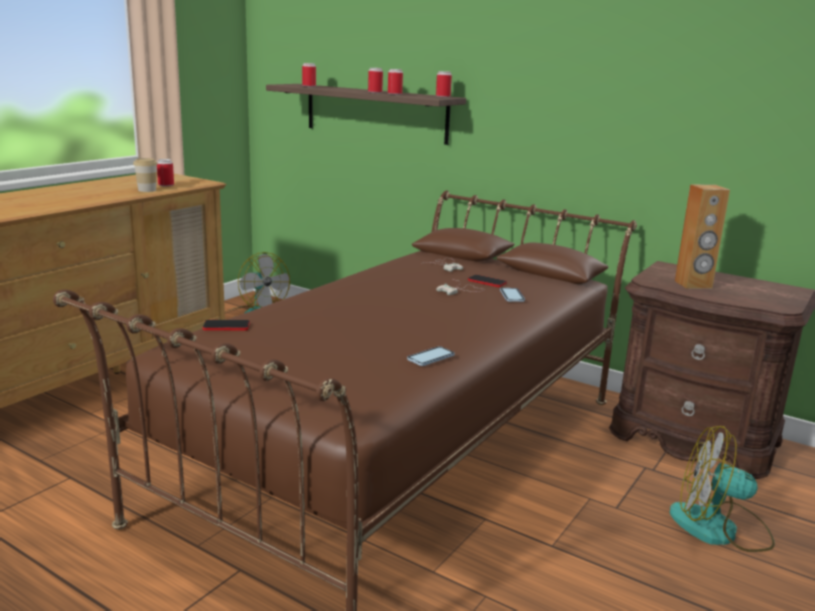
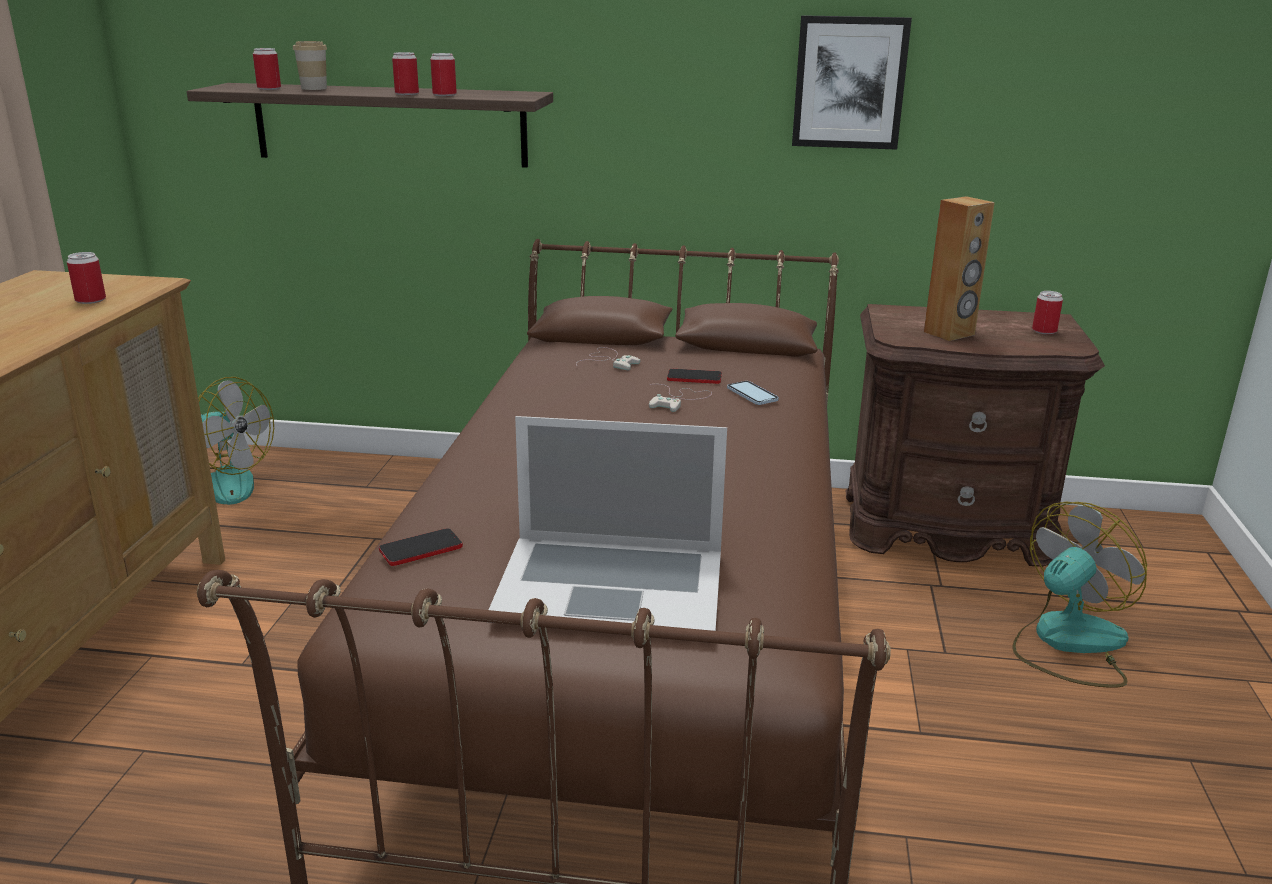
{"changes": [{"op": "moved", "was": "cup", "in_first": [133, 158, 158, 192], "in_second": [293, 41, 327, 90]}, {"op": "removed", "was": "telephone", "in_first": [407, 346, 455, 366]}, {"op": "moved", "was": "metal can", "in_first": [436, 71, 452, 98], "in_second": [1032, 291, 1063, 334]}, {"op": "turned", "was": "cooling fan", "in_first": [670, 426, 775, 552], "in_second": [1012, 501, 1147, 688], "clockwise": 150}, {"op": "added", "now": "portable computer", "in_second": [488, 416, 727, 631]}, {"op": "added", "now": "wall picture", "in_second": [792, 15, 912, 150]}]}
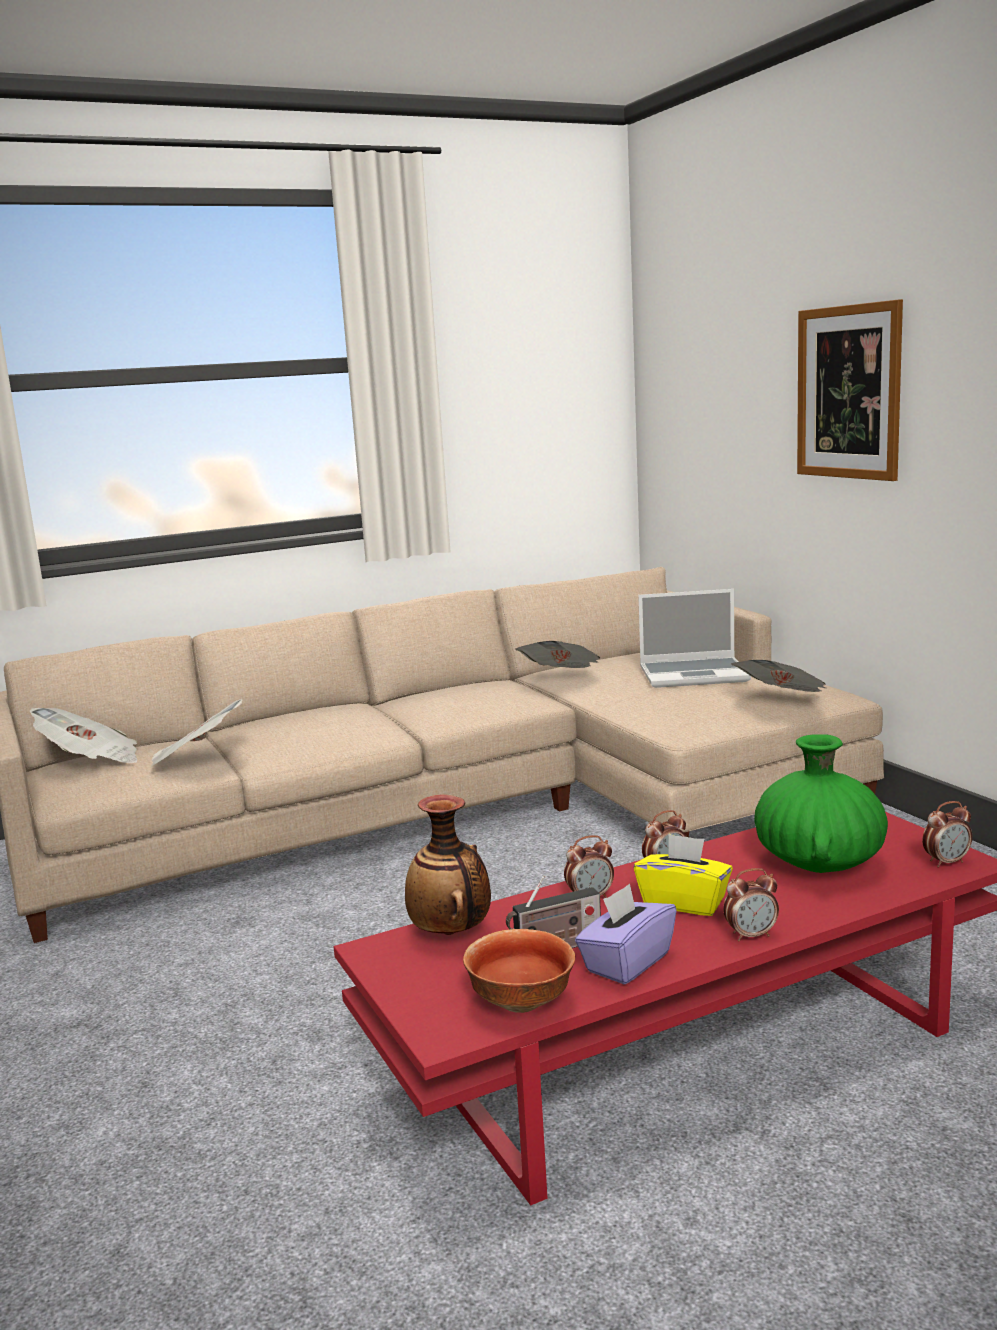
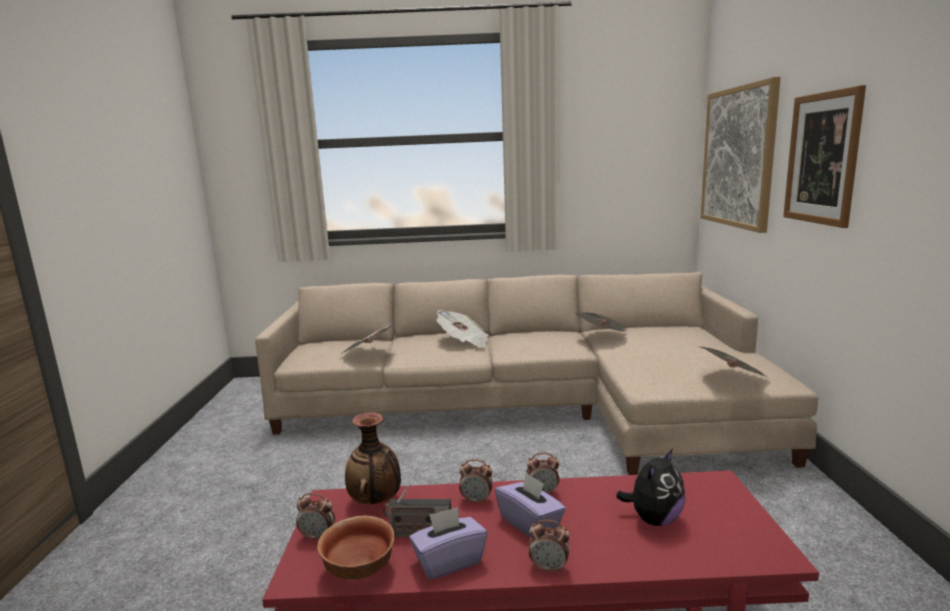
{"changes": [{"op": "moved", "was": "newspaper", "in_first": [30, 708, 137, 763], "in_second": [437, 310, 489, 347]}, {"op": "recoloured", "was": "yellowish box of tissues", "now": "purplish box of tissues", "in_first": [634, 834, 733, 916], "in_second": [495, 472, 566, 538]}, {"op": "removed", "was": "portable computer", "in_first": [638, 589, 751, 688]}, {"op": "replaced", "was": "green flower vase", "now": "soft toy", "in_first": [754, 734, 888, 873], "in_second": [616, 448, 685, 526]}, {"op": "moved", "was": "alarm clock", "in_first": [922, 801, 972, 868], "in_second": [296, 493, 335, 540]}, {"op": "added", "now": "wall picture", "in_second": [701, 77, 781, 233]}]}
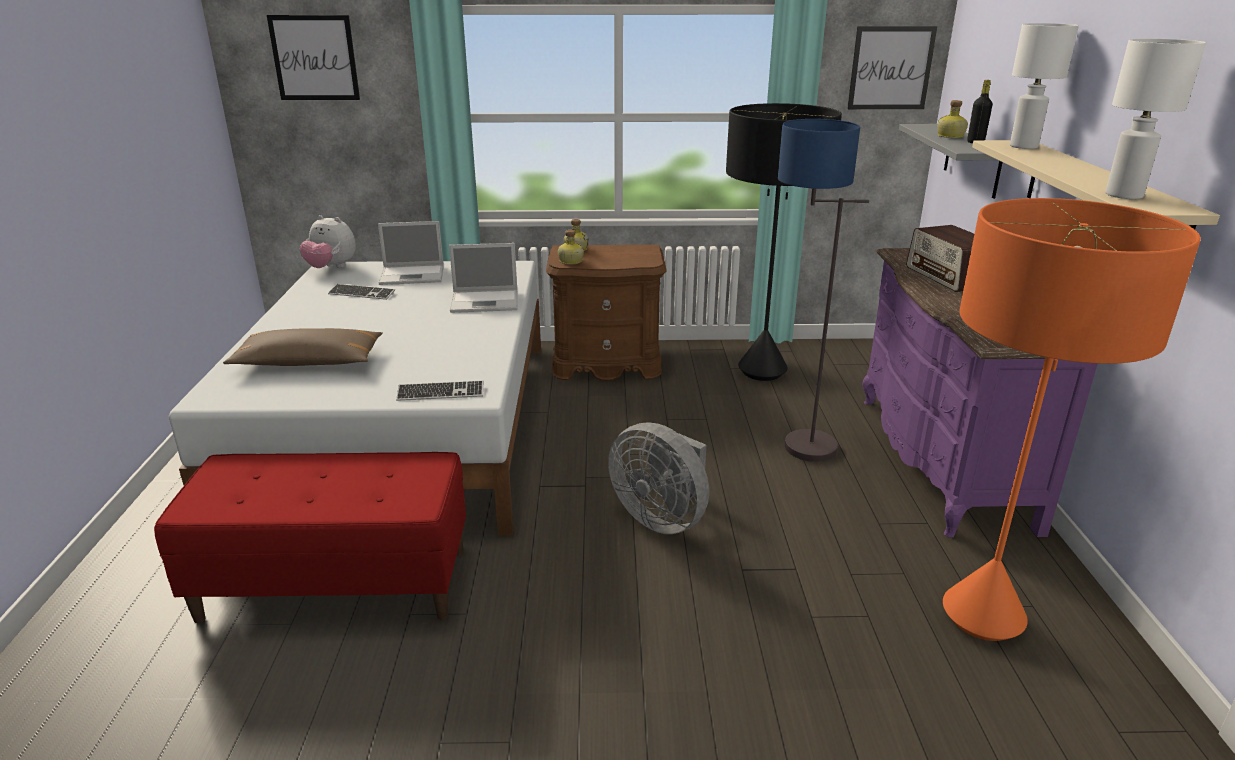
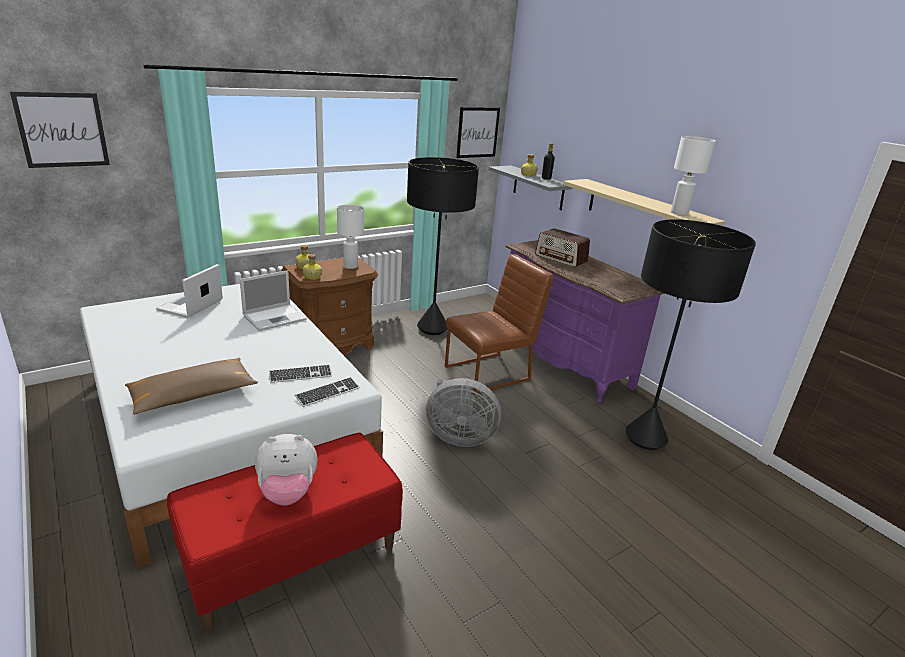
{"changes": [{"op": "moved", "was": "soft toy", "in_first": [300, 215, 356, 268], "in_second": [255, 434, 318, 506]}, {"op": "moved", "was": "PC keyboard", "in_first": [328, 284, 395, 300], "in_second": [269, 364, 332, 383]}, {"op": "turned", "was": "portable computer", "in_first": [378, 221, 444, 285], "in_second": [156, 264, 223, 318], "clockwise": 150}, {"op": "replaced", "was": "blue standing lamp", "now": "brownish chair", "in_first": [778, 119, 869, 461], "in_second": [445, 254, 553, 395]}, {"op": "recoloured", "was": "orange-coloured standing lamp", "now": "blackish standing lamp", "in_first": [943, 198, 1201, 641], "in_second": [625, 219, 756, 450]}, {"op": "moved", "was": "white-coloured table lamp", "in_first": [1010, 23, 1079, 149], "in_second": [337, 205, 364, 269]}]}
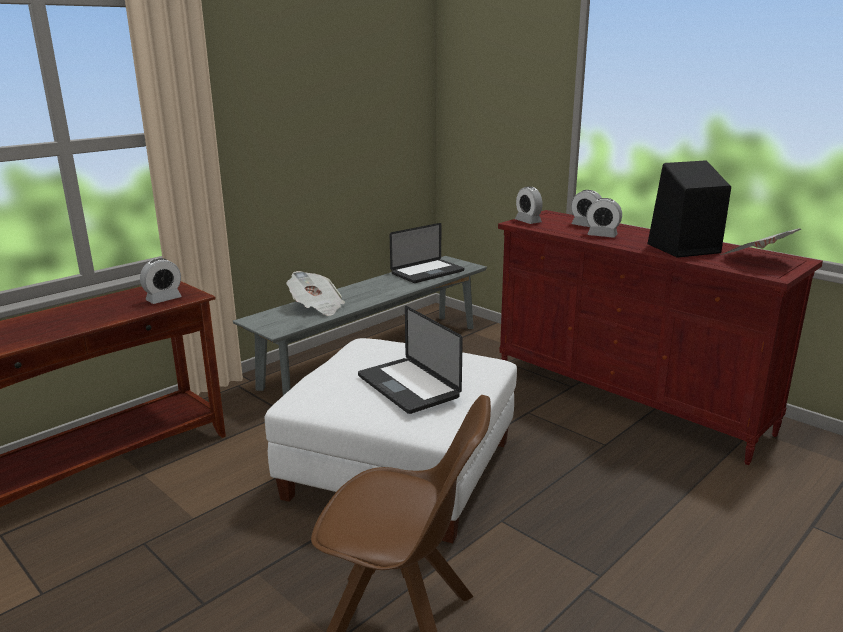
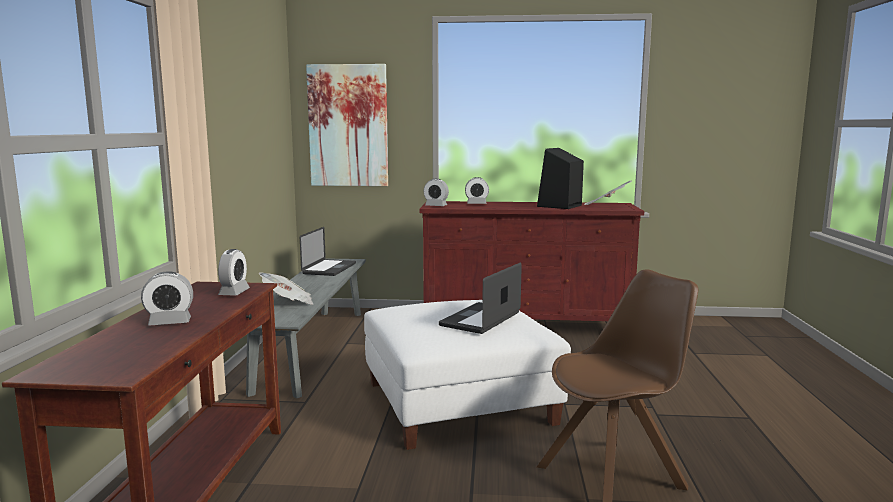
{"changes": [{"op": "turned", "was": "portable computer", "in_first": [358, 306, 463, 414], "in_second": [439, 263, 522, 334], "clockwise": 105}, {"op": "moved", "was": "alarm clock", "in_first": [586, 198, 622, 238], "in_second": [141, 271, 193, 326]}, {"op": "added", "now": "wall picture", "in_second": [306, 64, 388, 186]}]}
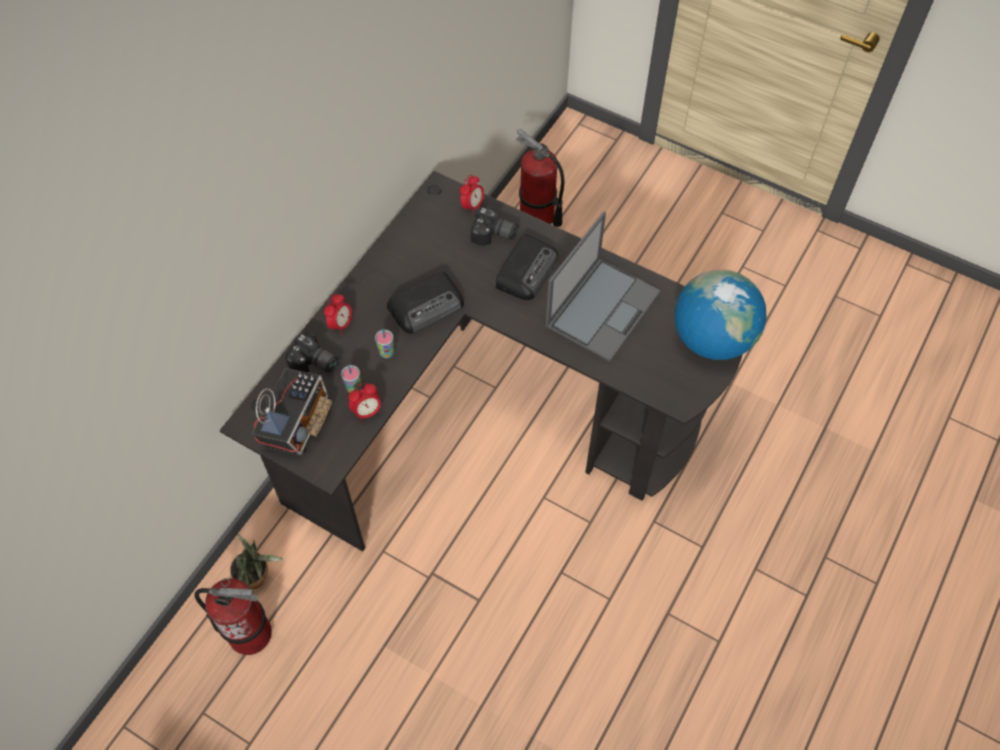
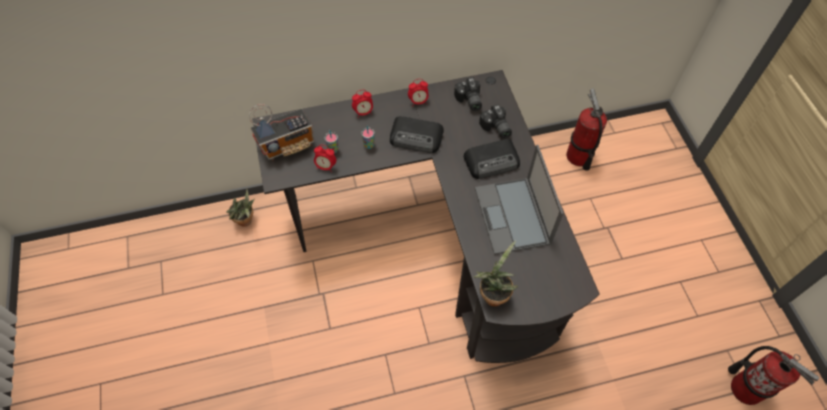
{"changes": [{"op": "moved", "was": "fire-fighting cylinder", "in_first": [195, 578, 272, 655], "in_second": [728, 346, 819, 405]}, {"op": "moved", "was": "still camera", "in_first": [285, 332, 339, 373], "in_second": [454, 78, 482, 111]}, {"op": "moved", "was": "alarm clock", "in_first": [460, 175, 484, 215], "in_second": [408, 79, 429, 107]}, {"op": "turned", "was": "portable computer", "in_first": [546, 211, 661, 362], "in_second": [475, 145, 564, 255], "clockwise": 90}, {"op": "removed", "was": "world globe", "in_first": [674, 270, 767, 360]}, {"op": "added", "now": "potted plant", "in_second": [473, 240, 518, 306]}]}
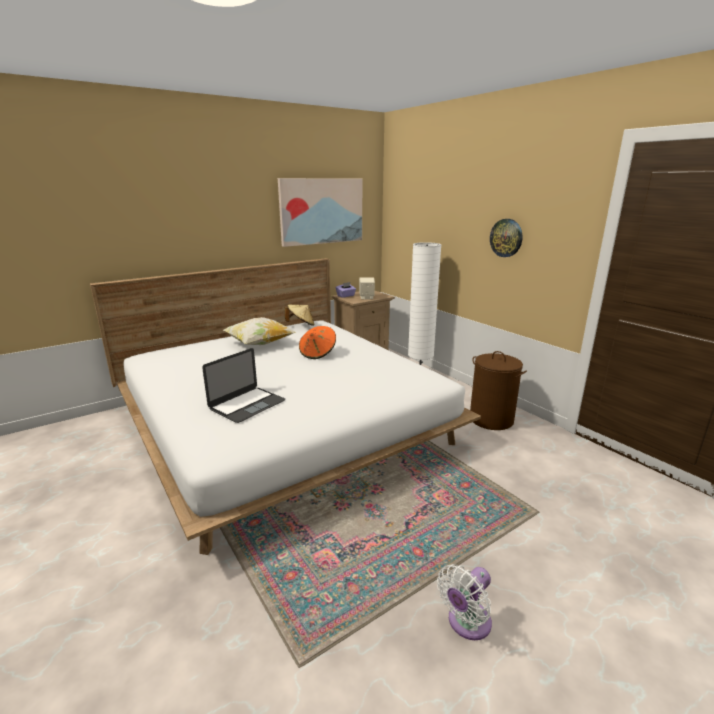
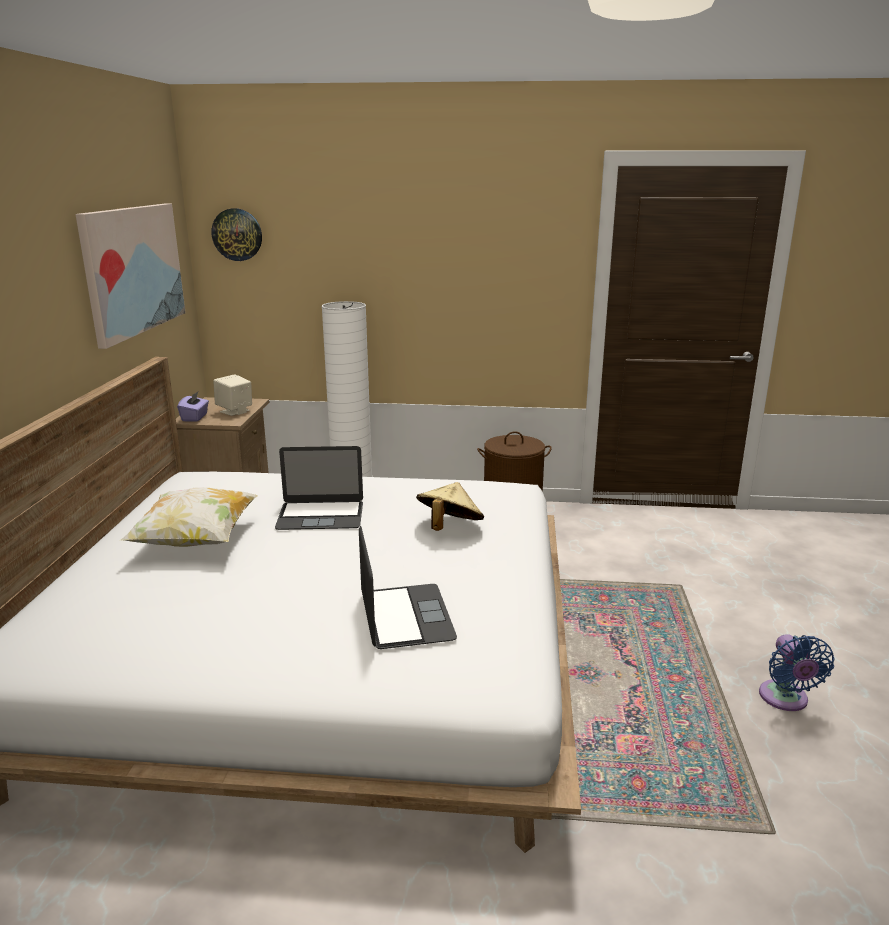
{"changes": [{"op": "moved", "was": "beige hat", "in_first": [284, 305, 314, 326], "in_second": [417, 482, 484, 531]}, {"op": "replaced", "was": "orange-coloured hat", "now": "portable computer", "in_first": [299, 326, 336, 359], "in_second": [275, 446, 363, 530]}, {"op": "recoloured", "was": "white-coloured cooling fan", "now": "blue cooling fan", "in_first": [437, 564, 492, 640], "in_second": [759, 634, 835, 711]}, {"op": "moved", "was": "wall clock", "in_first": [490, 219, 523, 257], "in_second": [211, 208, 262, 261]}]}
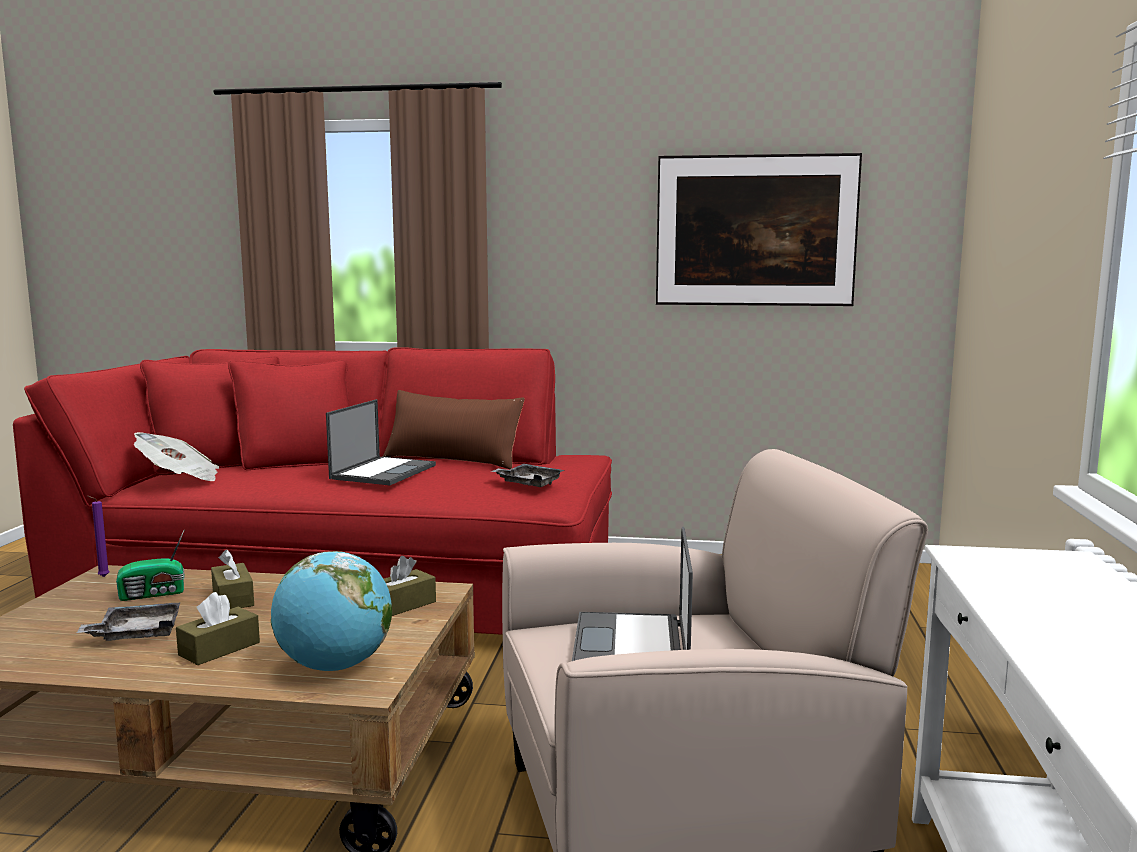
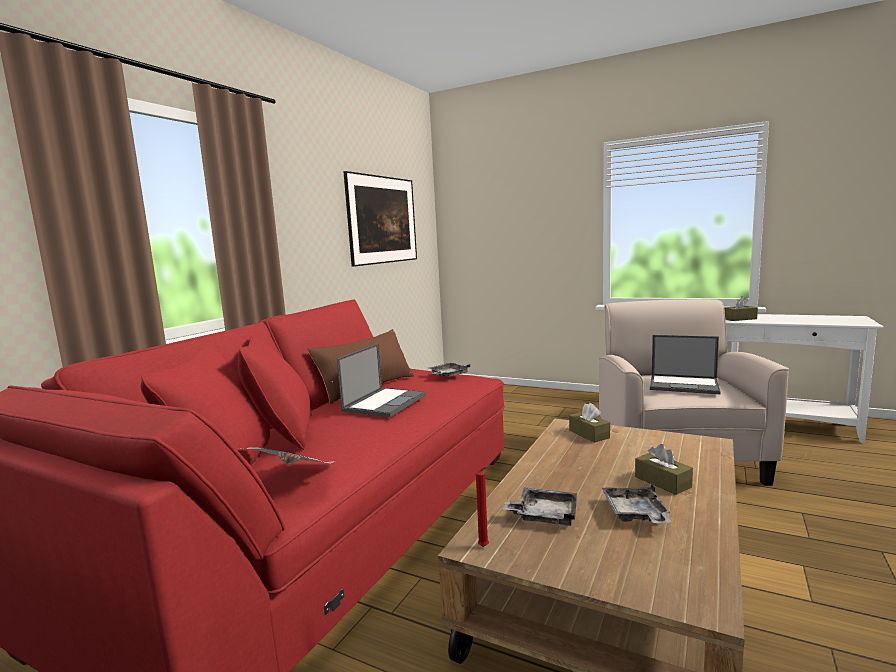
{"changes": [{"op": "recoloured", "was": "purplish wax candle", "now": "reddish wax candle", "in_first": [87, 496, 109, 577], "in_second": [476, 467, 489, 547]}, {"op": "replaced", "was": "radio", "now": "grey carrying tray", "in_first": [116, 531, 185, 601], "in_second": [503, 487, 577, 526]}, {"op": "moved", "was": "brownish box of tissues", "in_first": [211, 550, 254, 609], "in_second": [724, 296, 758, 321]}, {"op": "removed", "was": "world globe", "in_first": [271, 551, 392, 671]}, {"op": "turned", "was": "portable computer", "in_first": [326, 399, 436, 485], "in_second": [337, 343, 426, 417], "clockwise": 75}]}
